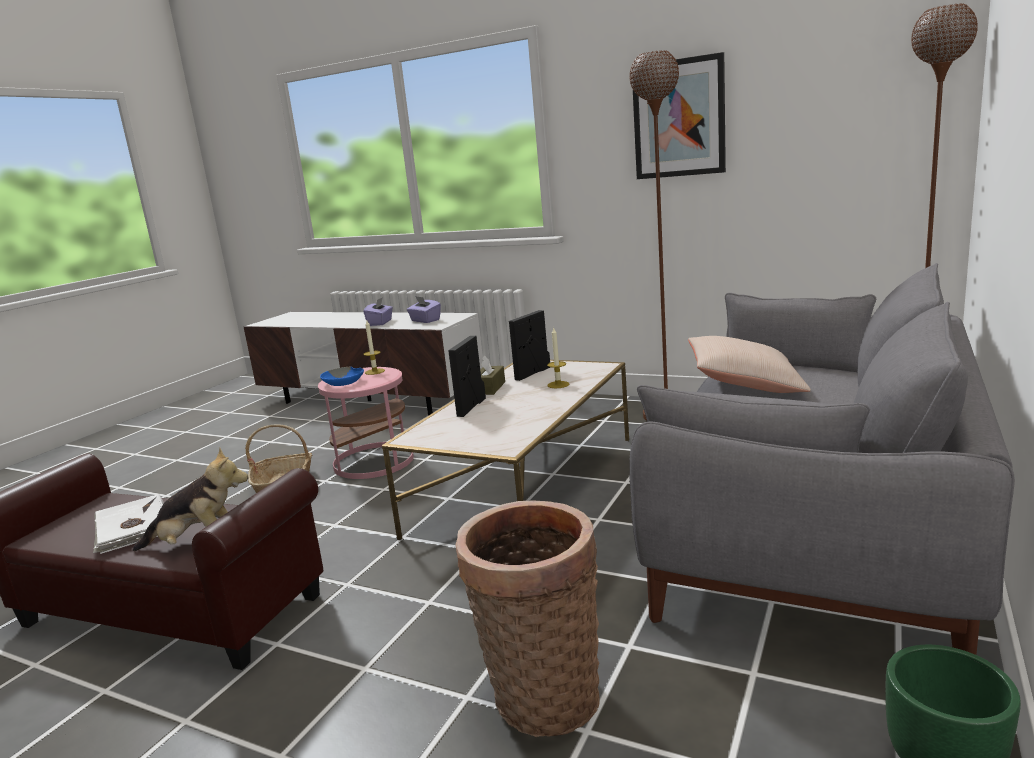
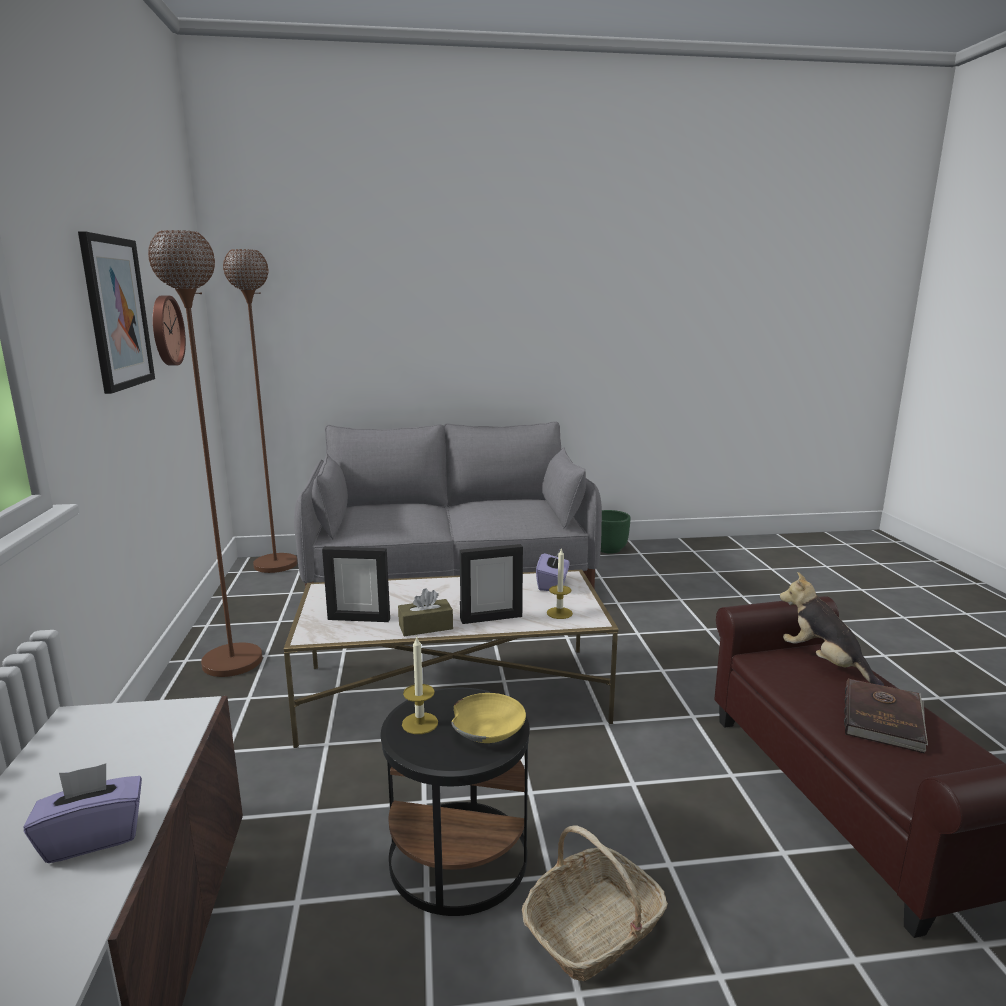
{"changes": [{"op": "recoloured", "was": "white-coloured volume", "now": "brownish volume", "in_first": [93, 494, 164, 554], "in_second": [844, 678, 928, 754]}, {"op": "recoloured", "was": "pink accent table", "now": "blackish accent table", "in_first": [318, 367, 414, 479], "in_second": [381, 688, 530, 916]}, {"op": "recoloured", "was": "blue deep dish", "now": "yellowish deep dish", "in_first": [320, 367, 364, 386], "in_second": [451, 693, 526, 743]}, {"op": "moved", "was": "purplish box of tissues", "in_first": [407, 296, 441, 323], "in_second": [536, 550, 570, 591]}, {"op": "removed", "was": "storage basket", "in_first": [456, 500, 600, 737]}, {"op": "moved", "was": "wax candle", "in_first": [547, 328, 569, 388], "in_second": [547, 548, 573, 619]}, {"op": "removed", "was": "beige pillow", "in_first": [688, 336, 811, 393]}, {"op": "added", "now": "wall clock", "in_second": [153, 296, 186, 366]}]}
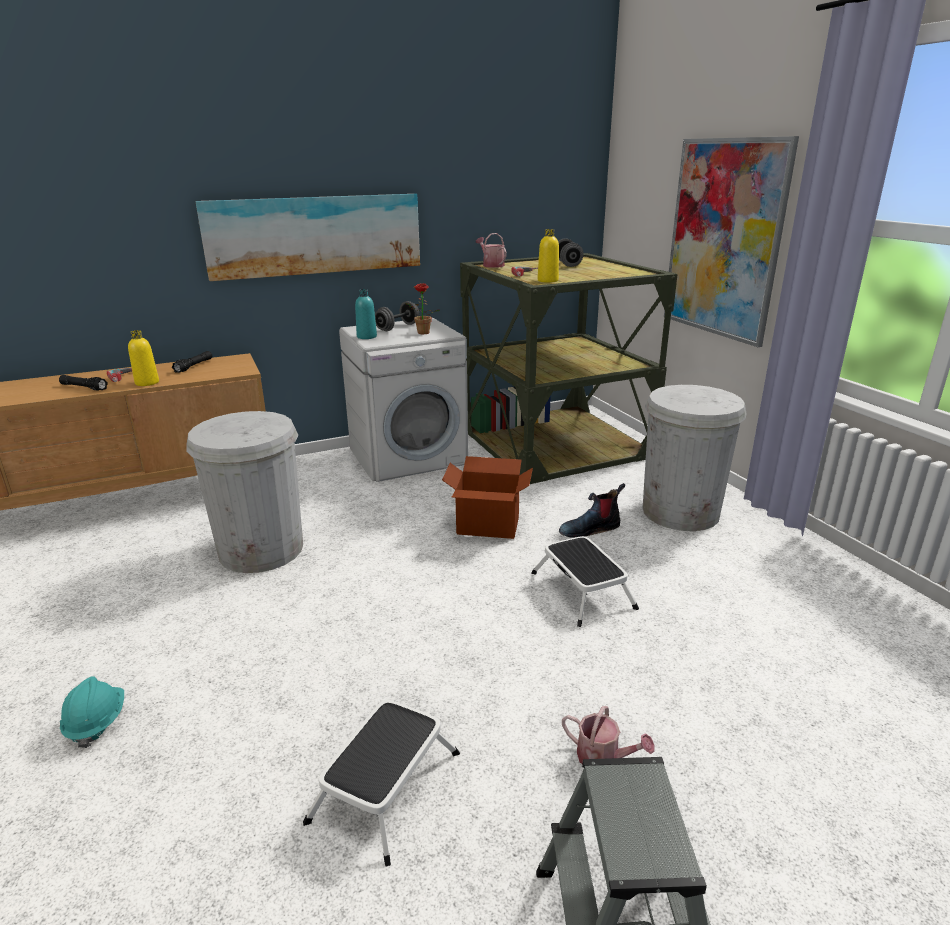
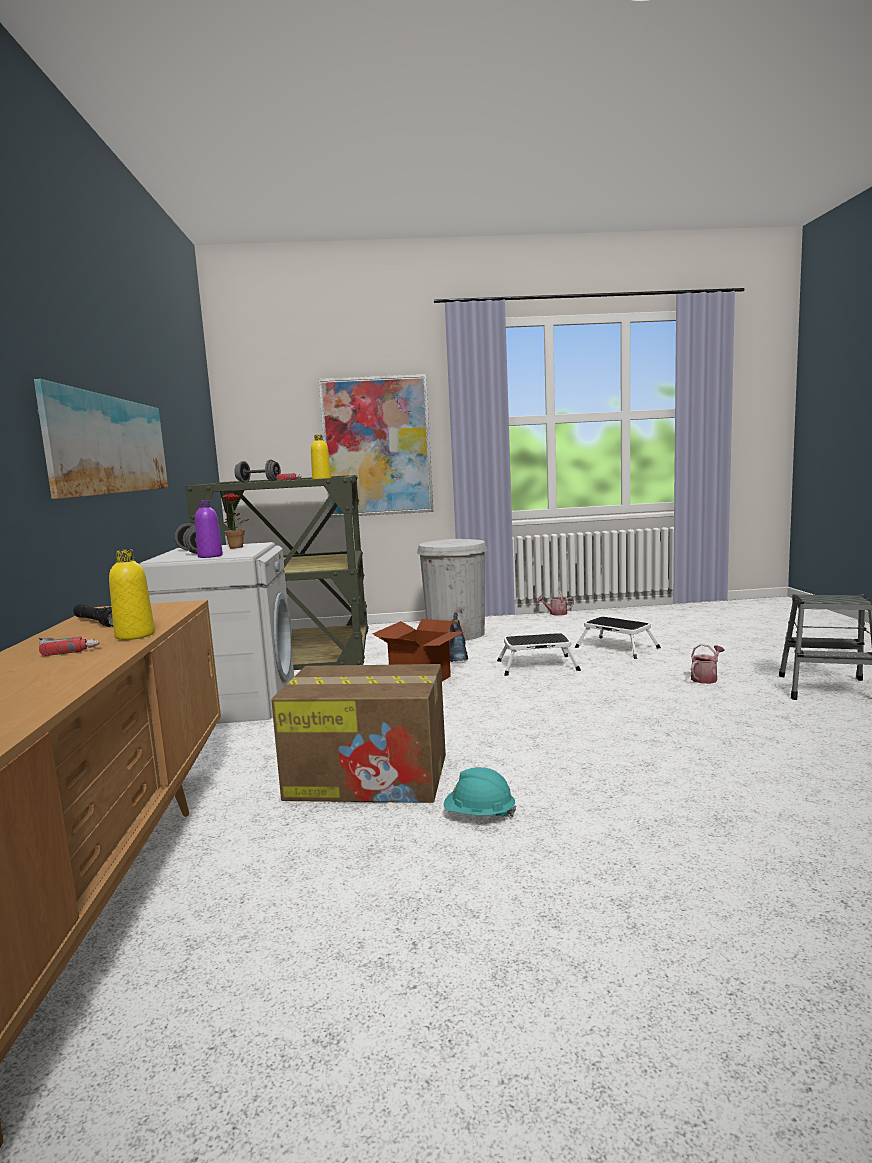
{"changes": [{"op": "removed", "was": "blackish flashlight", "in_first": [59, 375, 108, 391]}, {"op": "moved", "was": "blue-green hard hat", "in_first": [60, 676, 124, 748], "in_second": [444, 767, 516, 817]}, {"op": "replaced", "was": "white-coloured trash can", "now": "cardboard box", "in_first": [186, 411, 303, 573], "in_second": [271, 664, 446, 803]}, {"op": "moved", "was": "blackish step stool", "in_first": [303, 700, 460, 867], "in_second": [575, 616, 661, 659]}, {"op": "recoloured", "was": "blue-green drink bottle", "now": "purplish drink bottle", "in_first": [355, 289, 377, 339], "in_second": [195, 500, 223, 558]}, {"op": "moved", "was": "sprinkling can", "in_first": [476, 233, 507, 268], "in_second": [537, 590, 574, 616]}]}
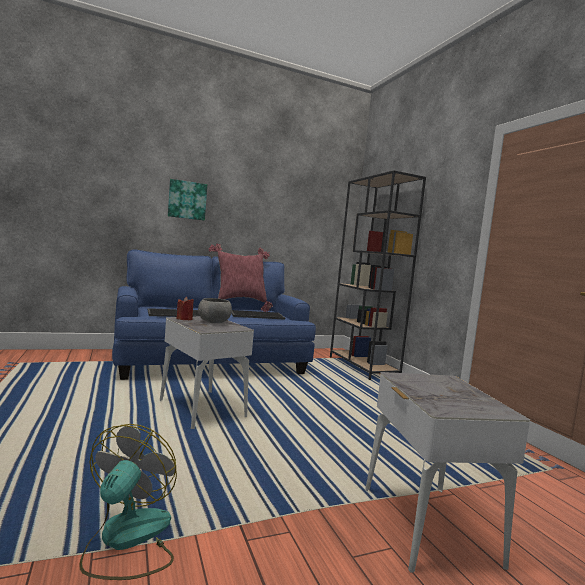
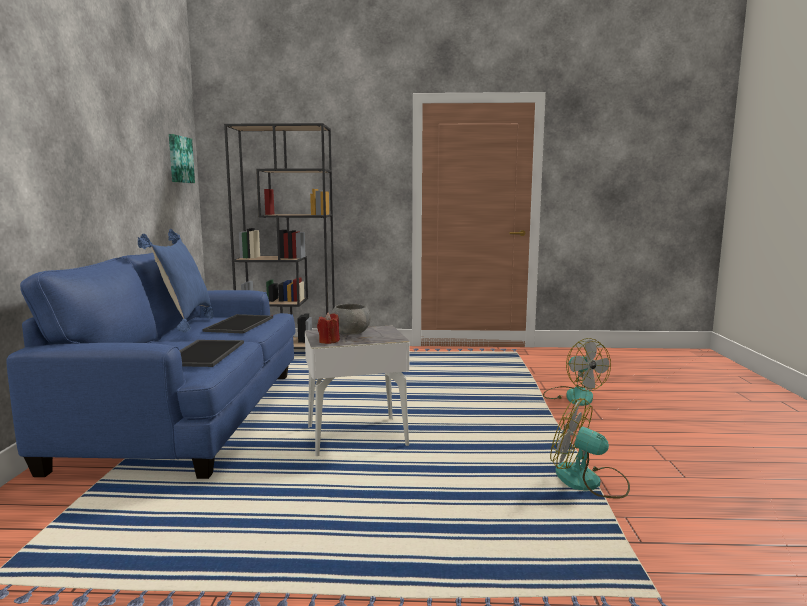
{"changes": [{"op": "moved", "was": "wall picture", "in_first": [168, 179, 207, 221], "in_second": [169, 134, 195, 183]}, {"op": "recoloured", "was": "reddish pillow", "now": "blue pillow", "in_first": [209, 244, 273, 312], "in_second": [137, 229, 214, 332]}, {"op": "replaced", "was": "accent table", "now": "cooling fan", "in_first": [365, 372, 530, 573], "in_second": [543, 338, 611, 406]}]}
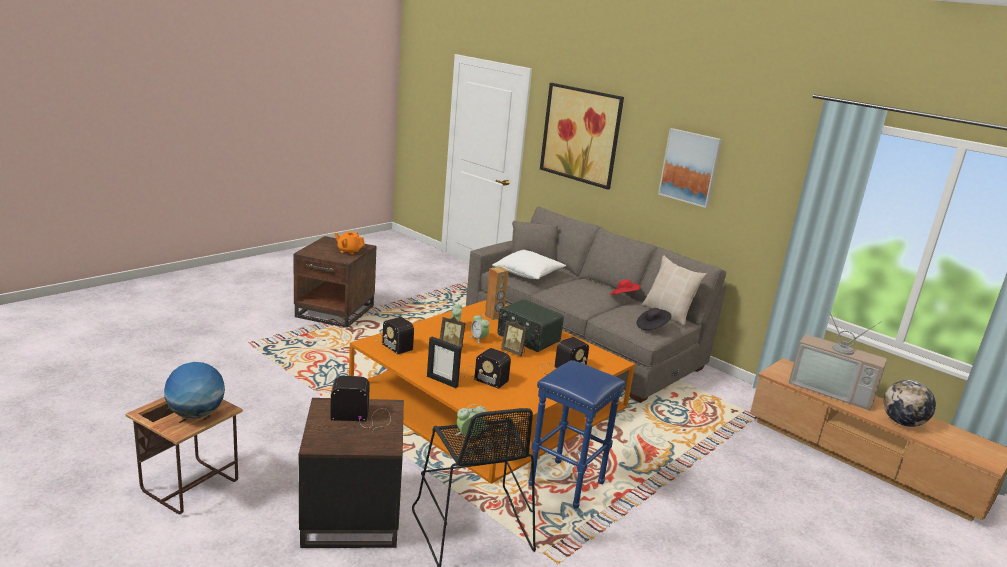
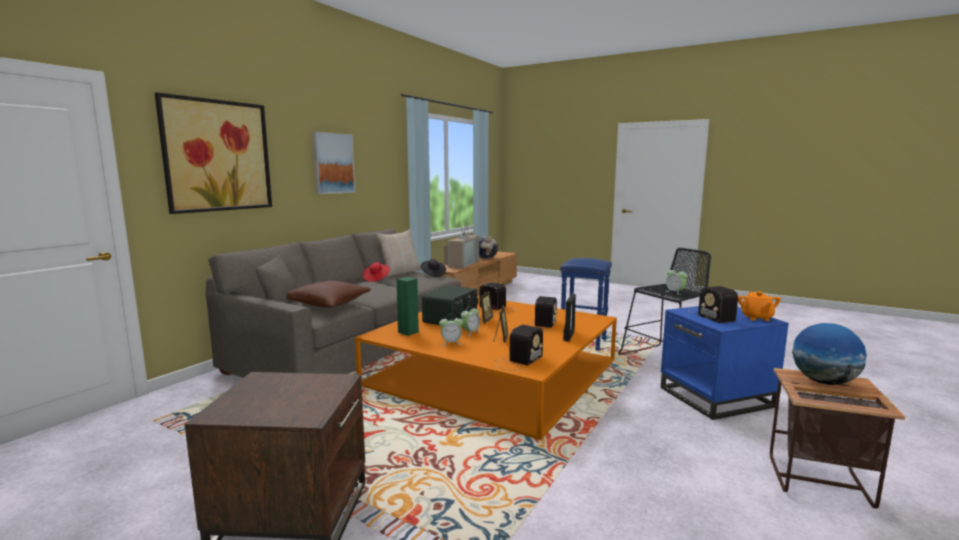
{"changes": [{"op": "recoloured", "was": "brownish accent table", "now": "blue accent table", "in_first": [299, 398, 404, 548], "in_second": [661, 306, 789, 420]}, {"op": "moved", "was": "orange-coloured tea pot", "in_first": [334, 231, 365, 255], "in_second": [738, 291, 781, 321]}, {"op": "recoloured", "was": "brownish audio speaker", "now": "green audio speaker", "in_first": [485, 267, 509, 320], "in_second": [397, 277, 419, 336]}, {"op": "recoloured", "was": "white-coloured pillow", "now": "brownish pillow", "in_first": [492, 250, 566, 279], "in_second": [286, 281, 371, 308]}]}
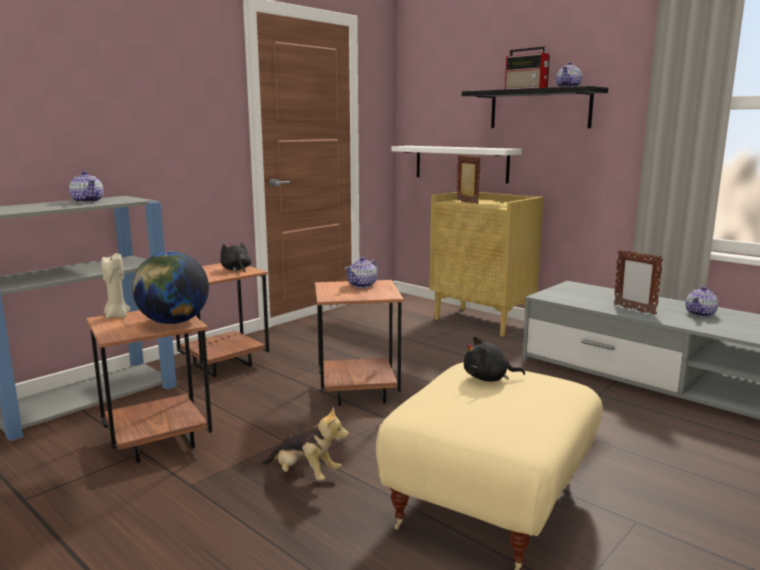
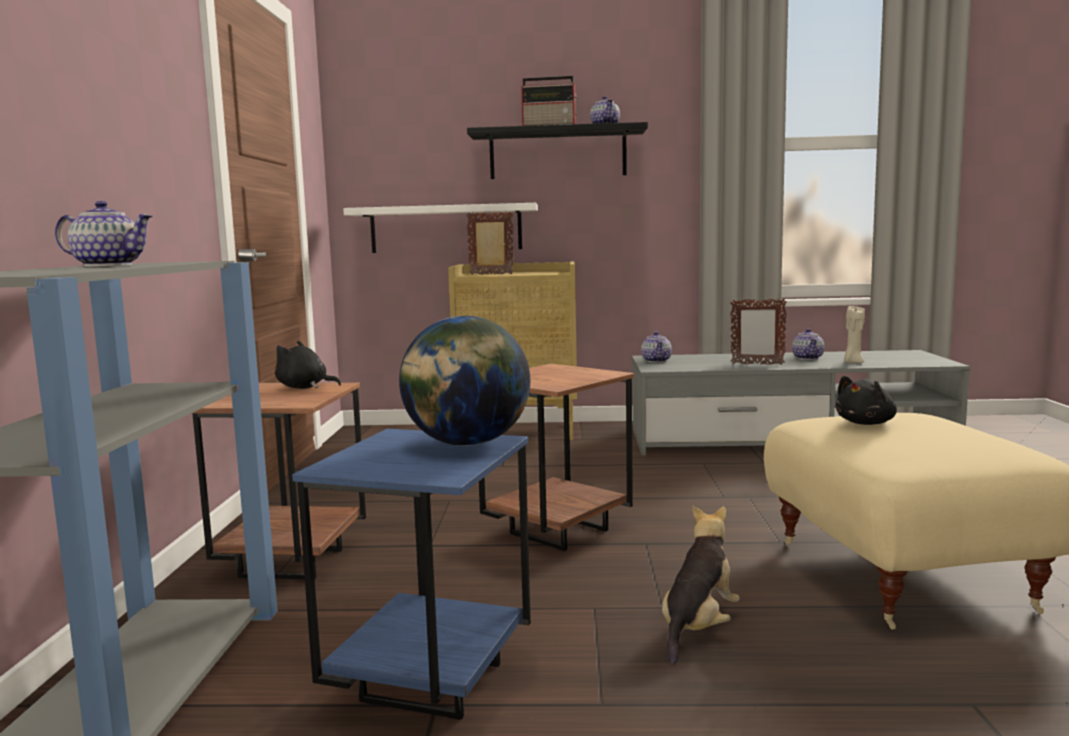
{"changes": [{"op": "recoloured", "was": "brownish accent table", "now": "blue accent table", "in_first": [86, 310, 212, 463], "in_second": [292, 429, 531, 720]}, {"op": "moved", "was": "beige wax candle", "in_first": [102, 253, 130, 318], "in_second": [844, 306, 865, 363]}, {"op": "turned", "was": "soft toy", "in_first": [261, 406, 349, 481], "in_second": [662, 506, 740, 664], "clockwise": -45}, {"op": "moved", "was": "tea pot", "in_first": [345, 257, 379, 288], "in_second": [641, 332, 672, 363]}]}
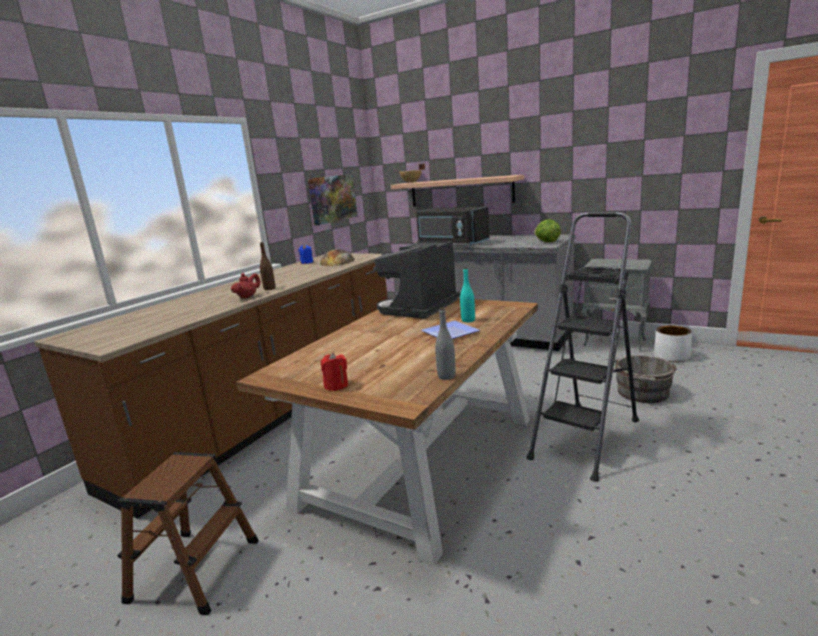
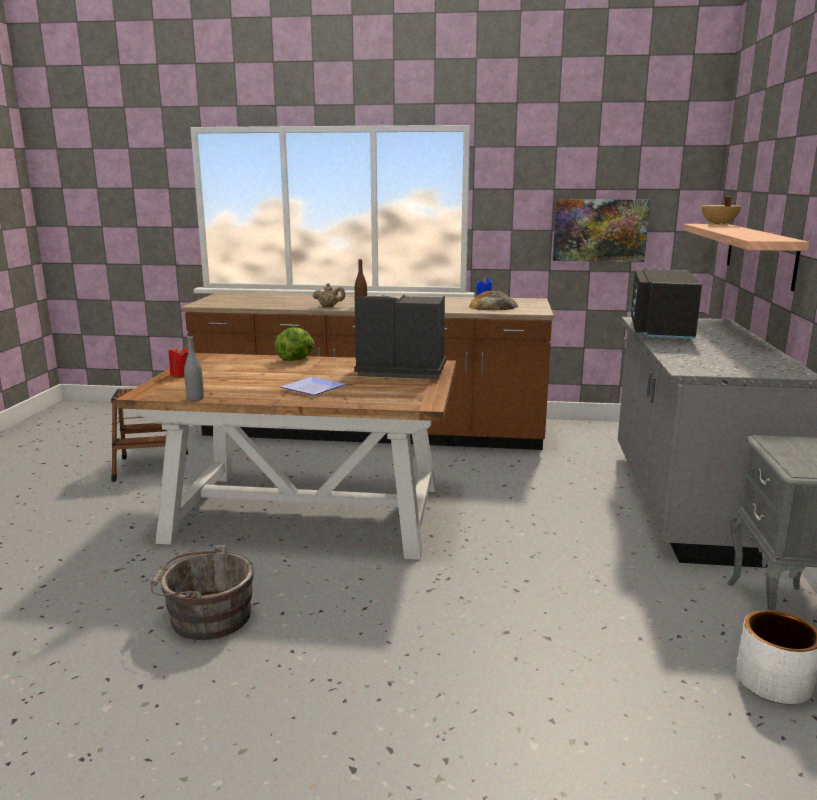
{"changes": [{"op": "recoloured", "was": "reddish tea pot", "now": "beige tea pot", "in_first": [231, 273, 261, 299], "in_second": [313, 283, 345, 307]}, {"op": "removed", "was": "blue-green drink bottle", "in_first": [460, 268, 475, 322]}, {"op": "removed", "was": "step stool", "in_first": [526, 211, 639, 482]}, {"op": "moved", "was": "head of lettuce", "in_first": [534, 219, 561, 242], "in_second": [274, 327, 314, 361]}, {"op": "moved", "was": "grey bucket", "in_first": [614, 355, 677, 403], "in_second": [150, 545, 254, 640]}]}
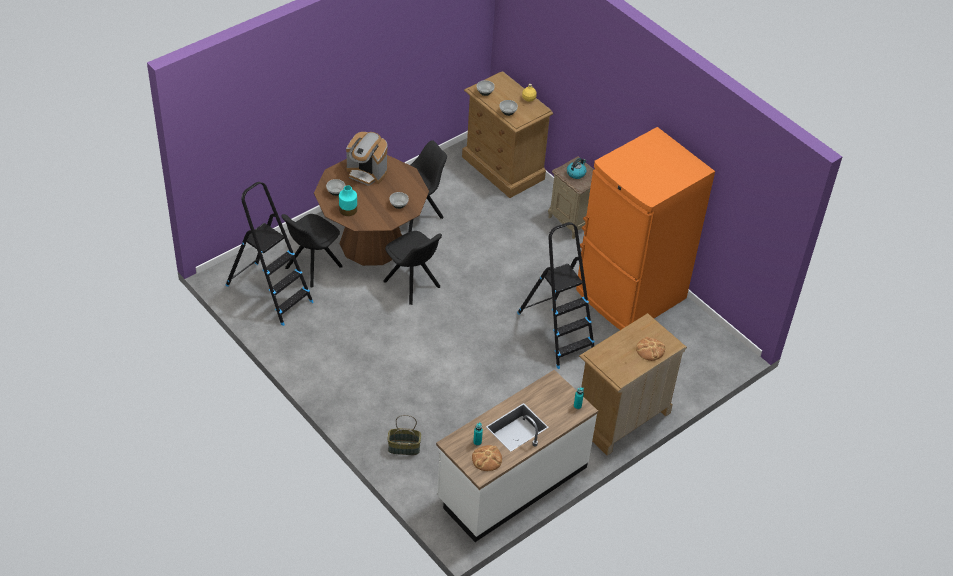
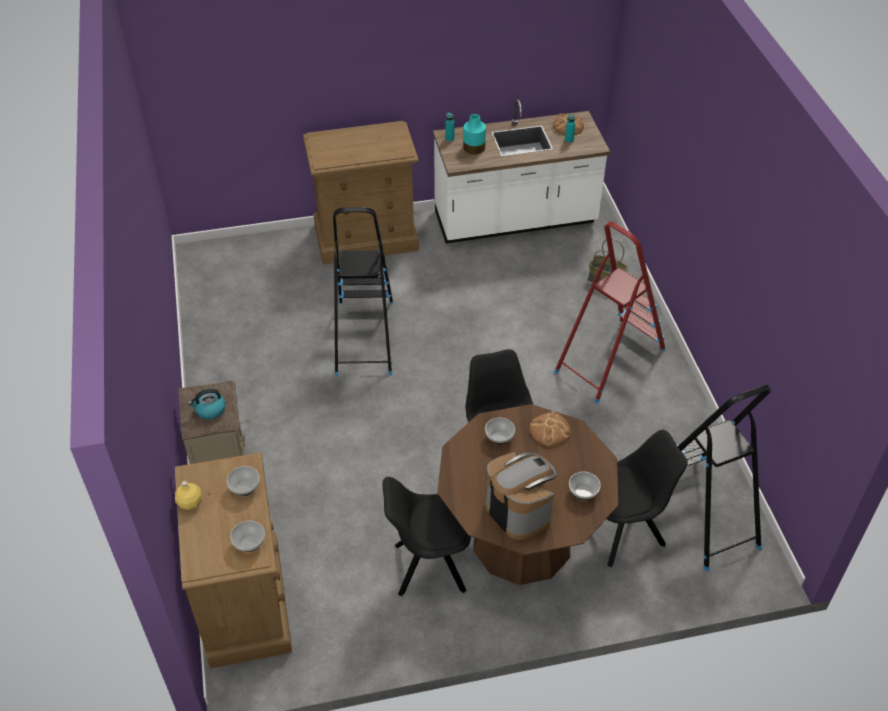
{"changes": [{"op": "moved", "was": "blue-green flower vase", "in_first": [339, 185, 357, 216], "in_second": [463, 114, 486, 154]}, {"op": "removed", "was": "orange-coloured fridge", "in_first": [576, 127, 715, 330]}, {"op": "moved", "was": "baked bread", "in_first": [636, 336, 665, 361], "in_second": [529, 411, 570, 447]}, {"op": "added", "now": "reddish step stool", "in_second": [554, 222, 666, 403]}]}
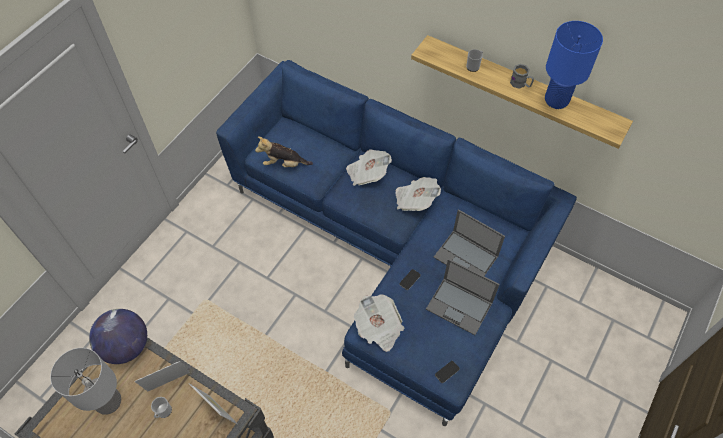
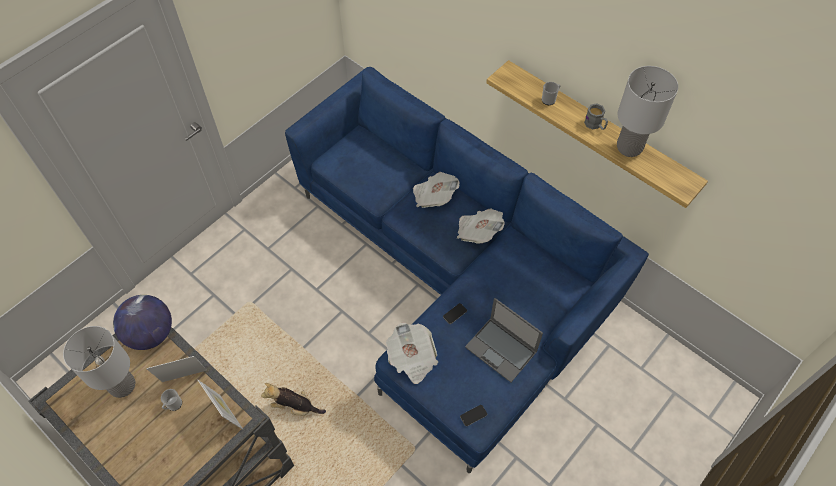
{"changes": [{"op": "moved", "was": "soft toy", "in_first": [255, 137, 313, 167], "in_second": [261, 383, 326, 416]}, {"op": "removed", "was": "portable computer", "in_first": [434, 209, 505, 276]}, {"op": "recoloured", "was": "blue table lamp", "now": "grey table lamp", "in_first": [545, 21, 603, 109], "in_second": [617, 66, 678, 157]}]}
